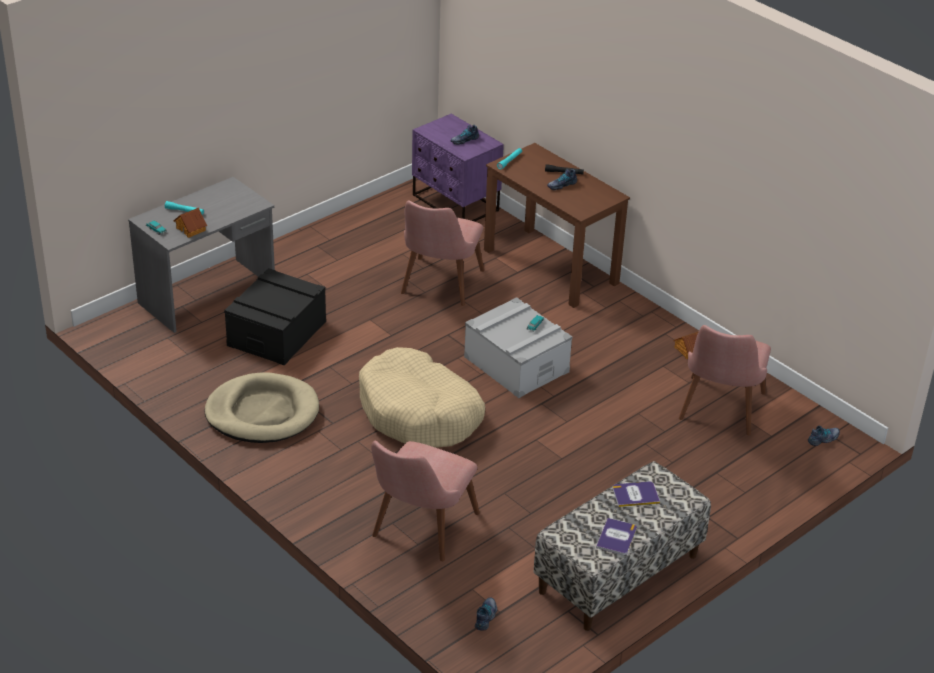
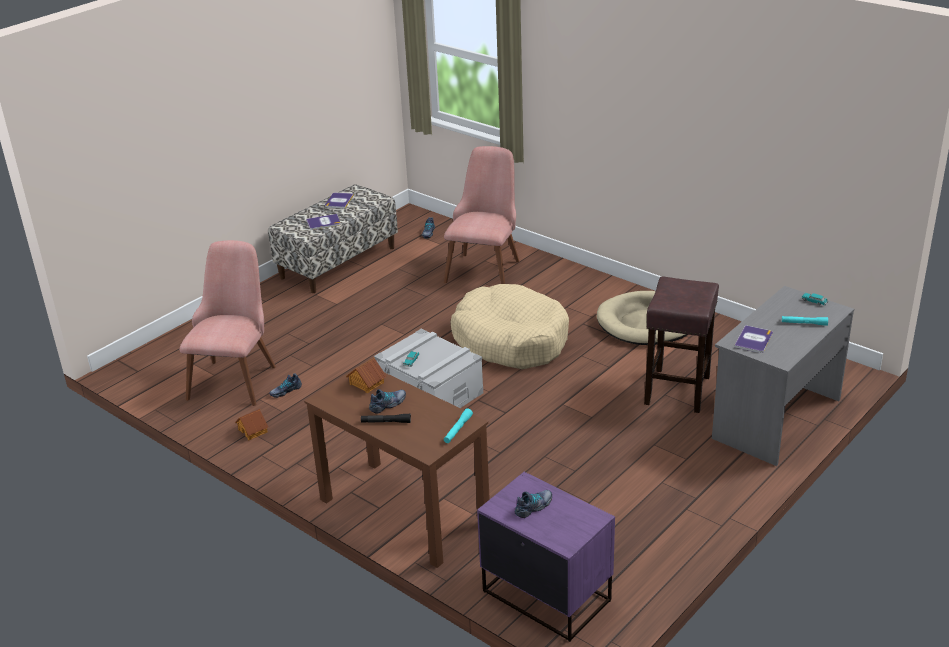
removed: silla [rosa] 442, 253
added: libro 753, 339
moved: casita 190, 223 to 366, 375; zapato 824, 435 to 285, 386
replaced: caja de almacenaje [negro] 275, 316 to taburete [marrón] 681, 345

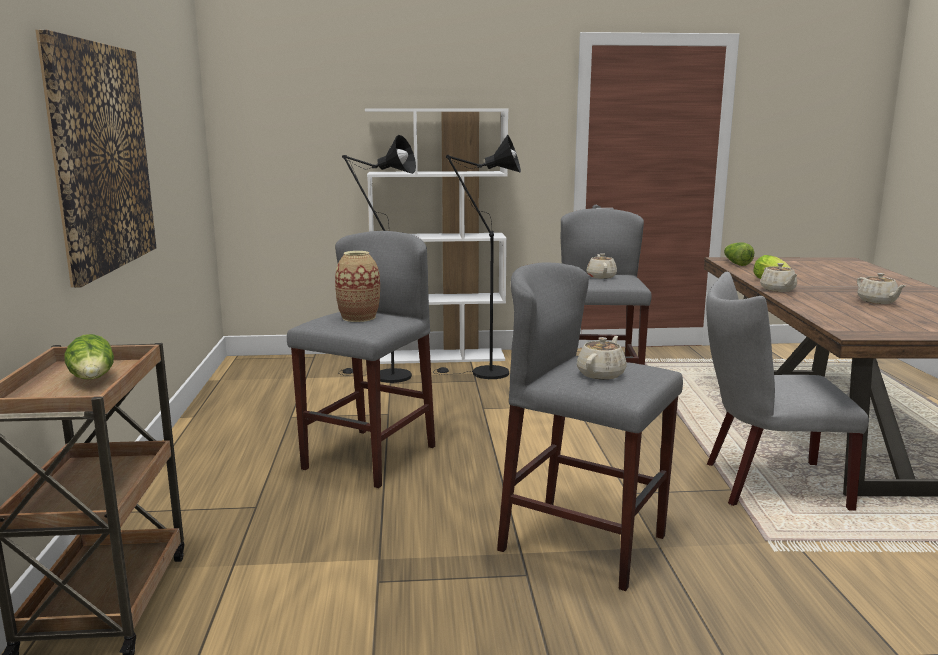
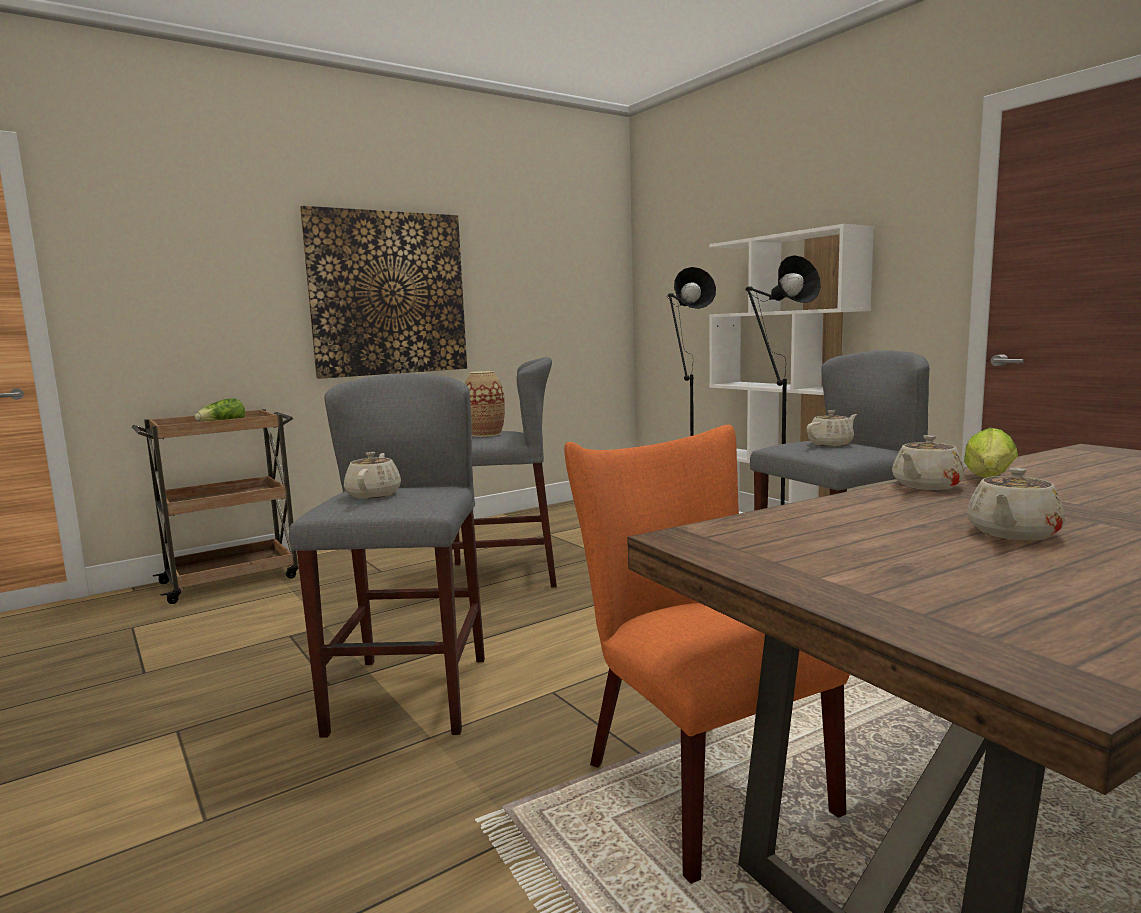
removed: lechuga 739, 254
recoloured: silla [gris] 787, 391 to silla [naranja] 707, 654
turned: tetera [beis] 602, 358 = 372, 475 90 degrees counterclockwise

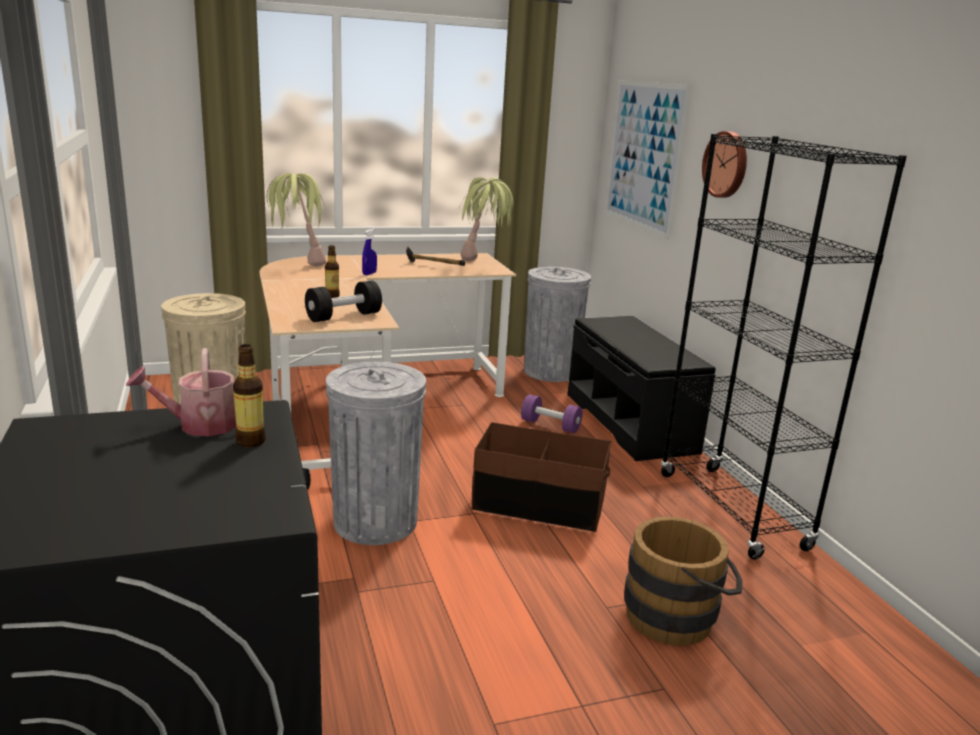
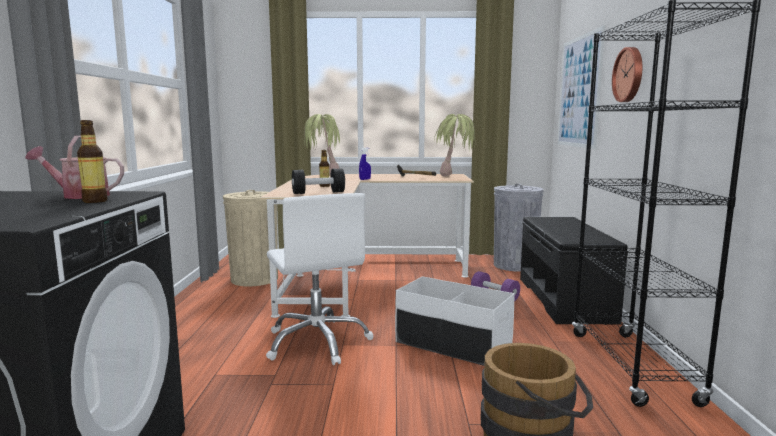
replaced: papelera [gris] 376, 453 to silla de oficina [blanco] 320, 279
recoloured: caja de almacenaje [marrón] 541, 477 to caja de almacenaje [blanco] 455, 321

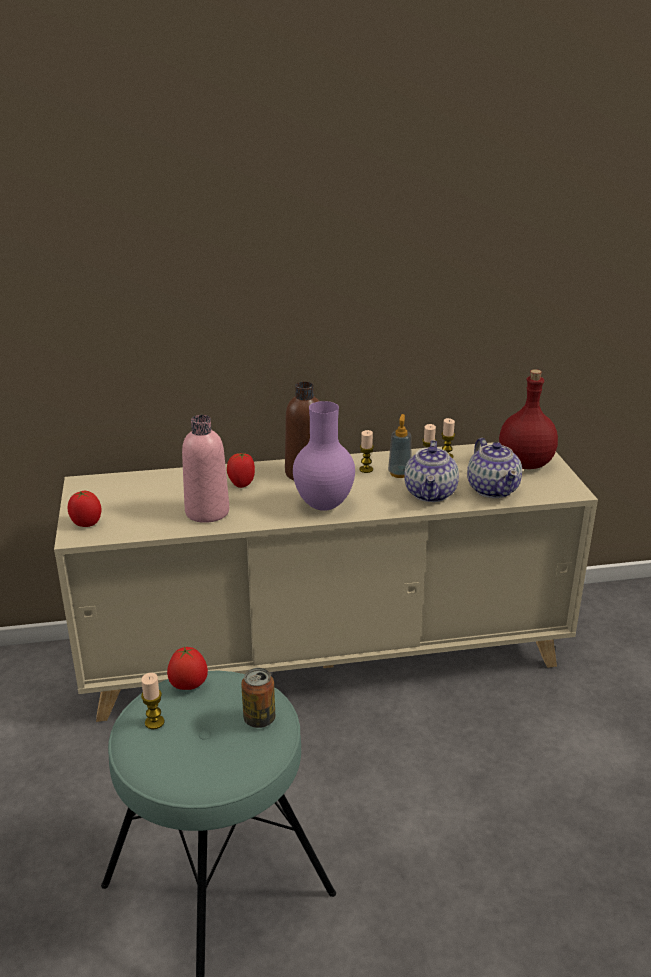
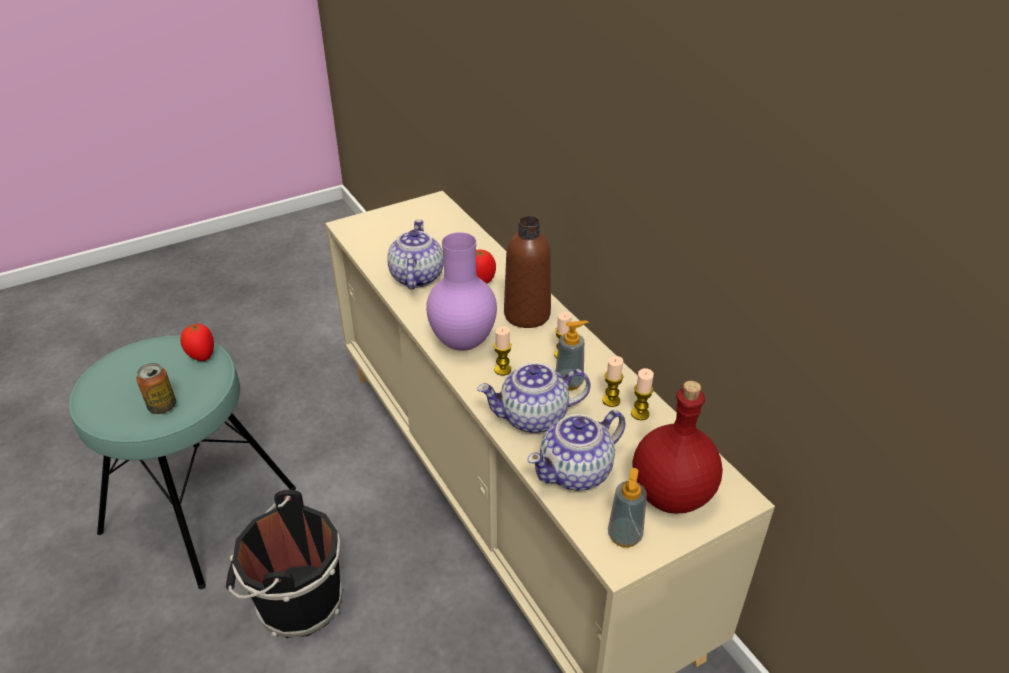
removed: tomate 85, 509
added: cubo [negro] 284, 564; dispensador de jabón 627, 508
moved: vela 153, 701 to 503, 351
replaced: botella [rosa] 205, 469 to tetera 415, 254

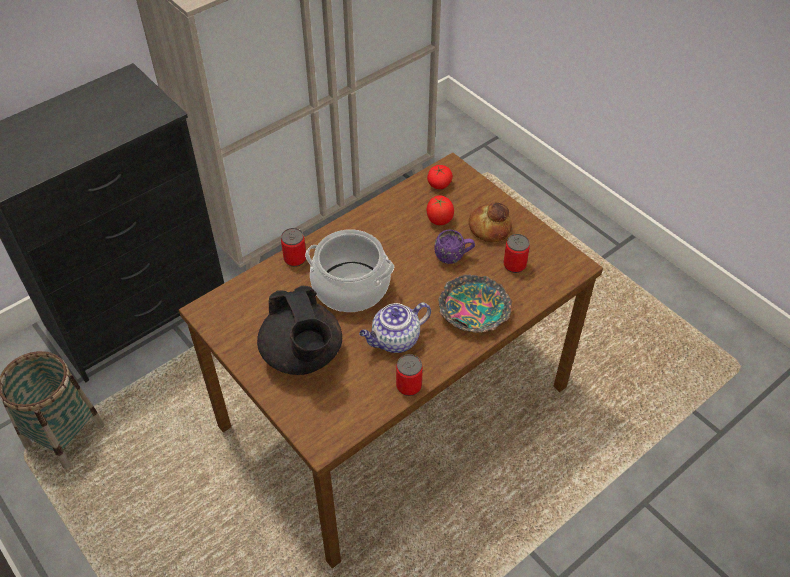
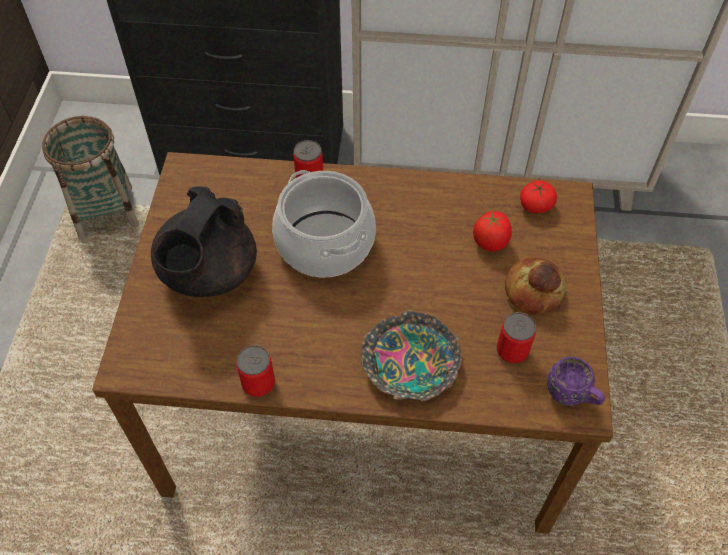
removed: tetera 395, 328
moved: taza grande [morado] 454, 246 to 576, 381

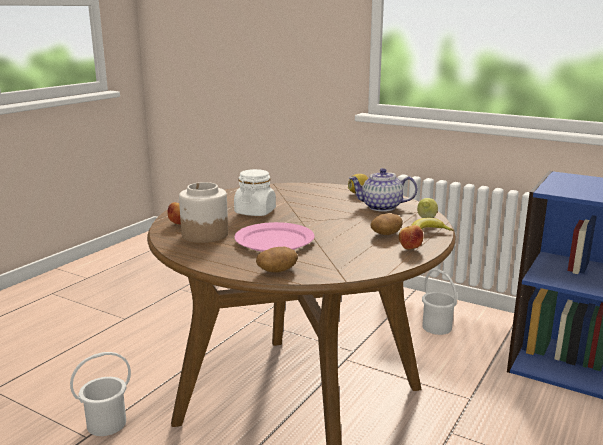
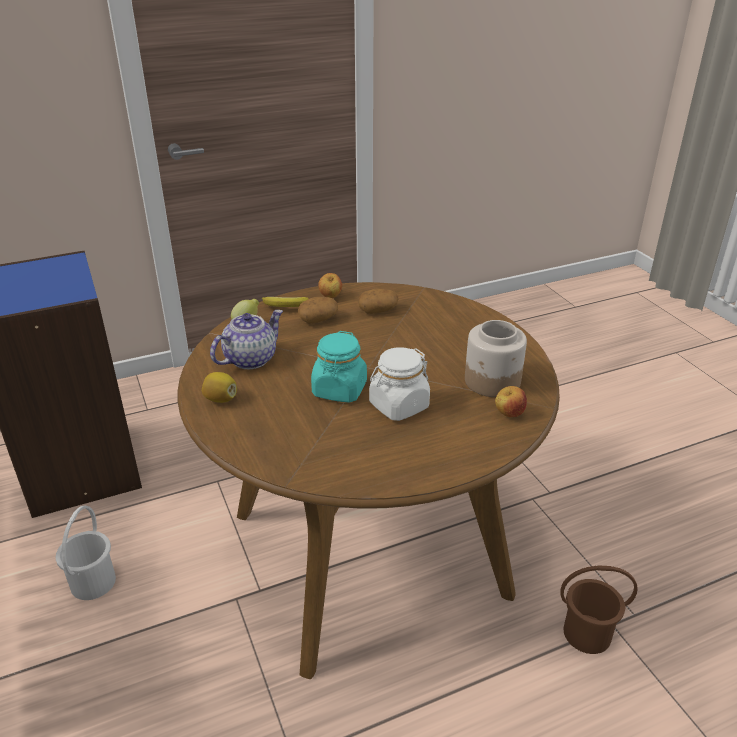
removed: plato [rosa] 274, 237
added: tarro [turquesa] 339, 367
moved: patata 277, 260 to 378, 301
recoloured: cubo [blanco] 100, 394 to cubo [marrón] 599, 609
turned: tetera 383, 190 = 246, 339 90 degrees counterclockwise

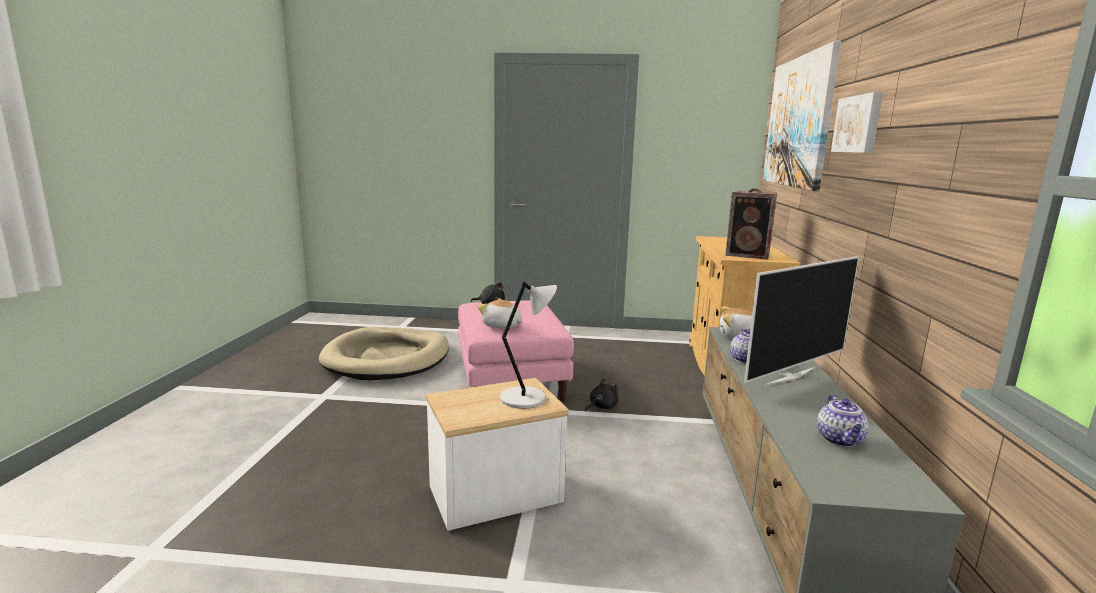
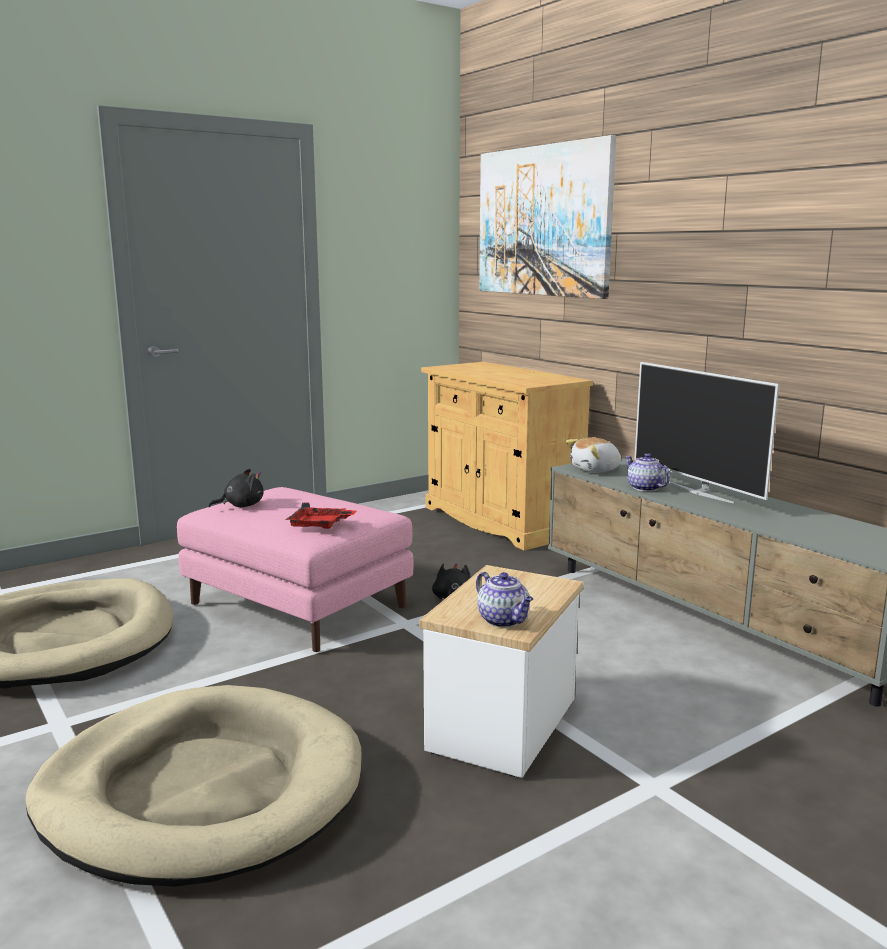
removed: lámpara de mesa [gris] 528, 345; altavoz 751, 224; cuadro 857, 122
added: cama para perro [beis] 193, 786
moved: tetera 842, 421 to 504, 599
replaced: peluche 500, 313 to bandeja [rojo] 321, 516
turned: televisor 801, 321 = 706, 433 135 degrees clockwise

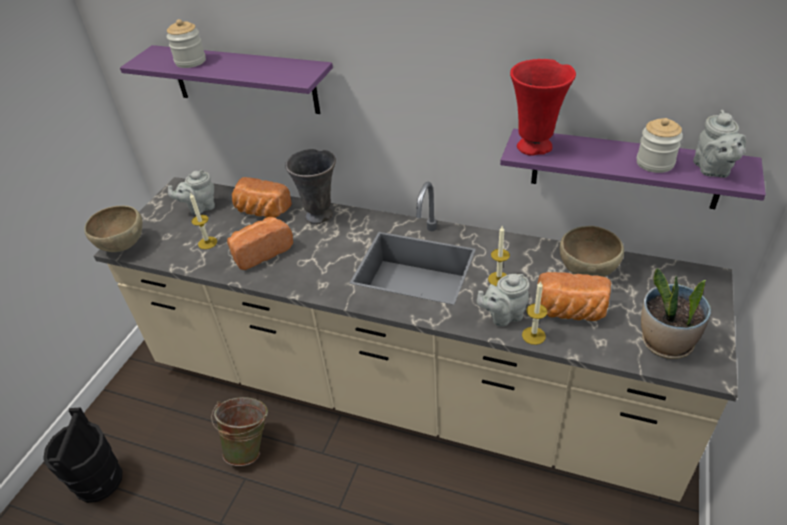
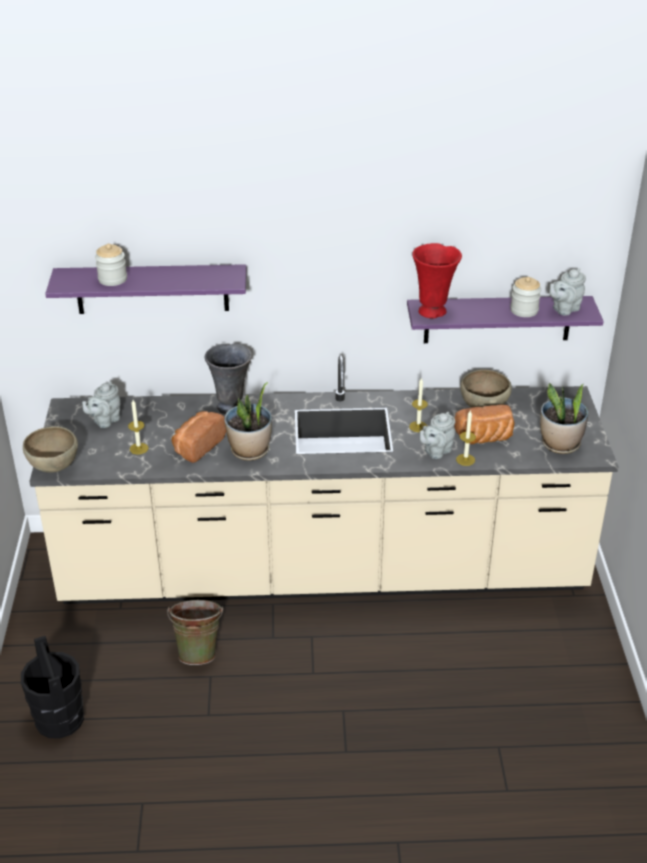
removed: pan 262, 197
added: planta en maceta 248, 421
turned: tetera [gris] 719, 144 = 567, 292 75 degrees clockwise

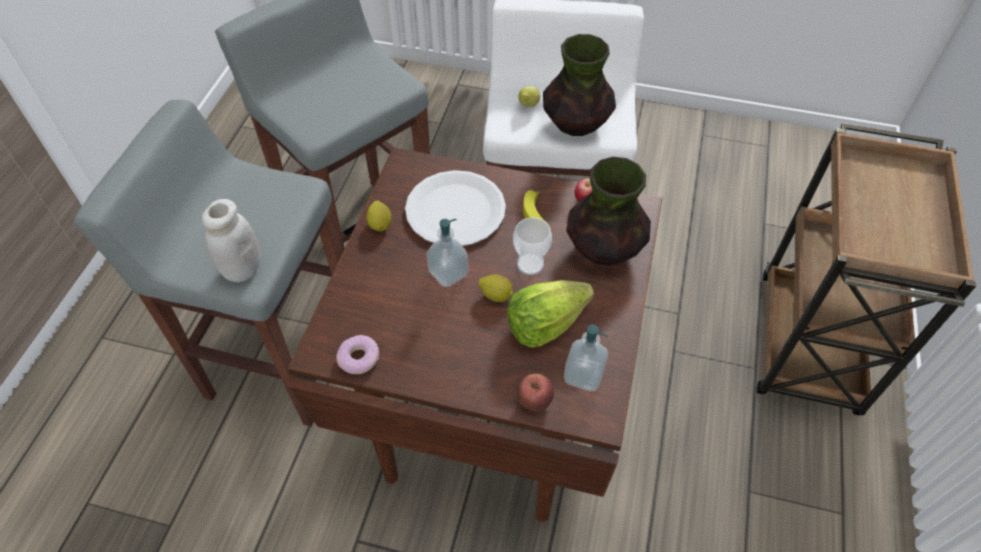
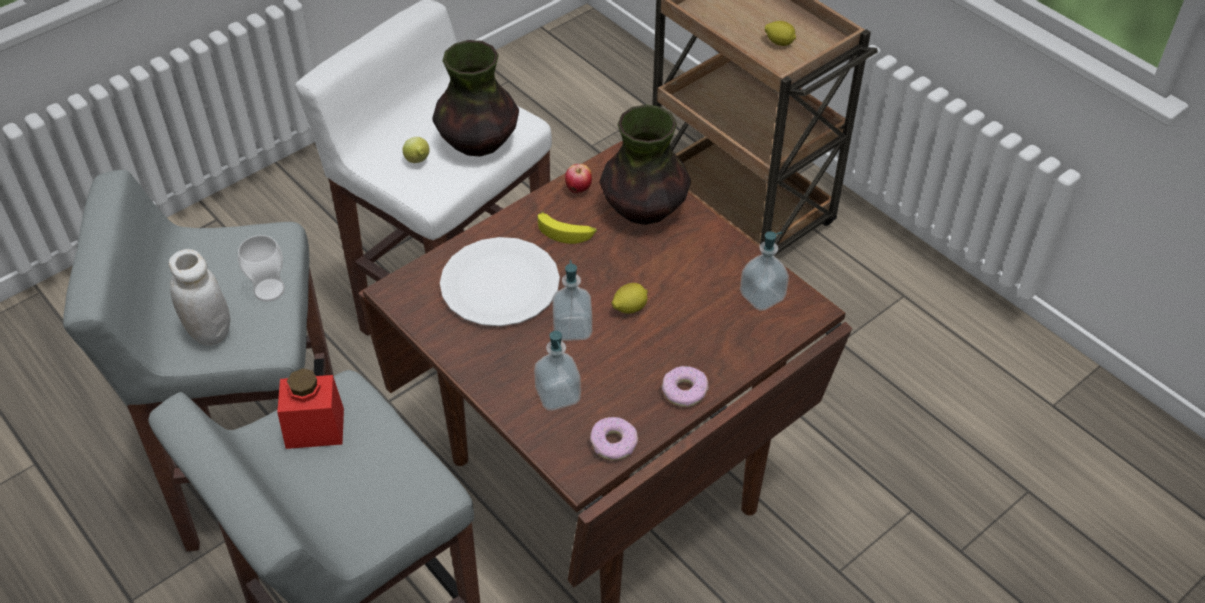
removed: lechuga 550, 314; manzana 535, 392
added: tarro [rojo] 310, 408; dispensador de jabón 557, 371; rosquilla 685, 386
moved: tarro [blanco] 231, 240 to 199, 297; limón 379, 215 to 780, 33; taza 532, 246 to 261, 268

